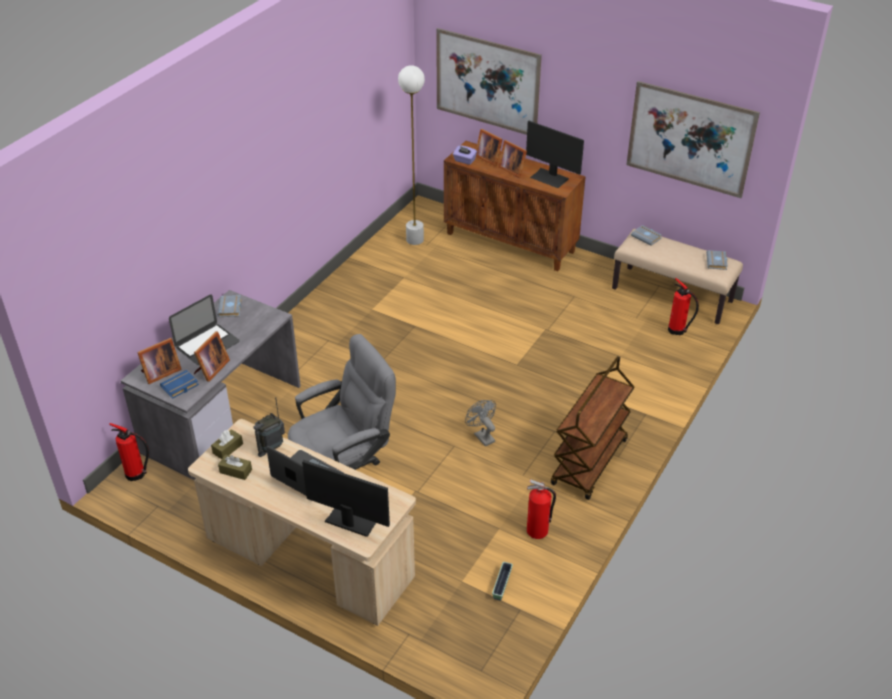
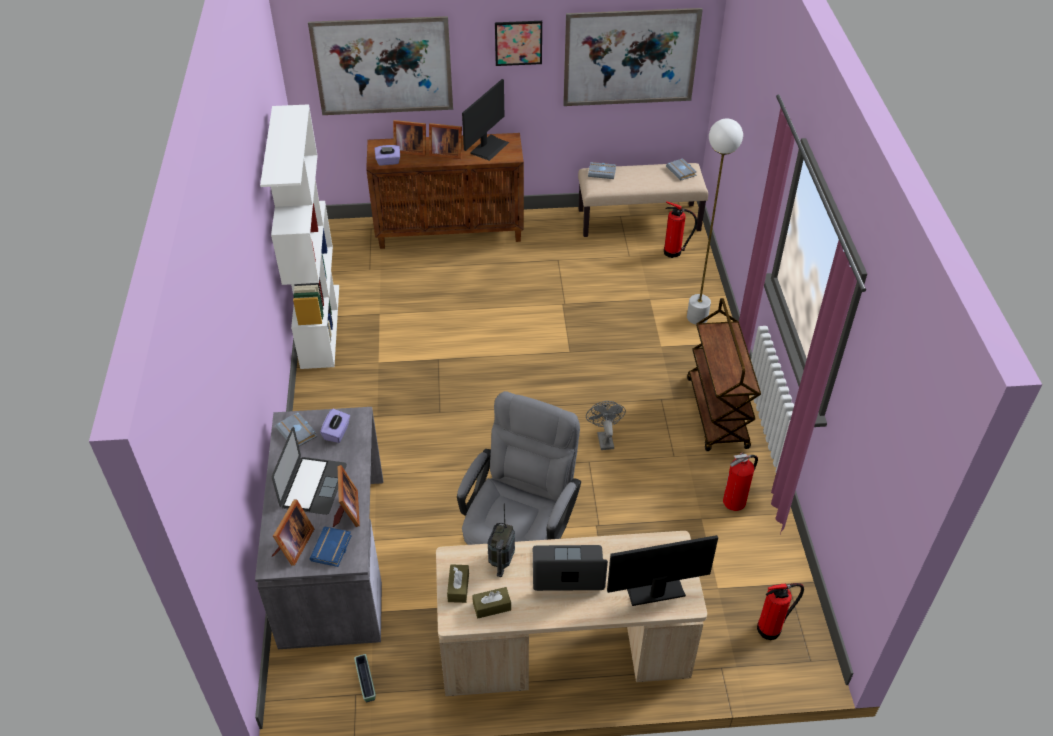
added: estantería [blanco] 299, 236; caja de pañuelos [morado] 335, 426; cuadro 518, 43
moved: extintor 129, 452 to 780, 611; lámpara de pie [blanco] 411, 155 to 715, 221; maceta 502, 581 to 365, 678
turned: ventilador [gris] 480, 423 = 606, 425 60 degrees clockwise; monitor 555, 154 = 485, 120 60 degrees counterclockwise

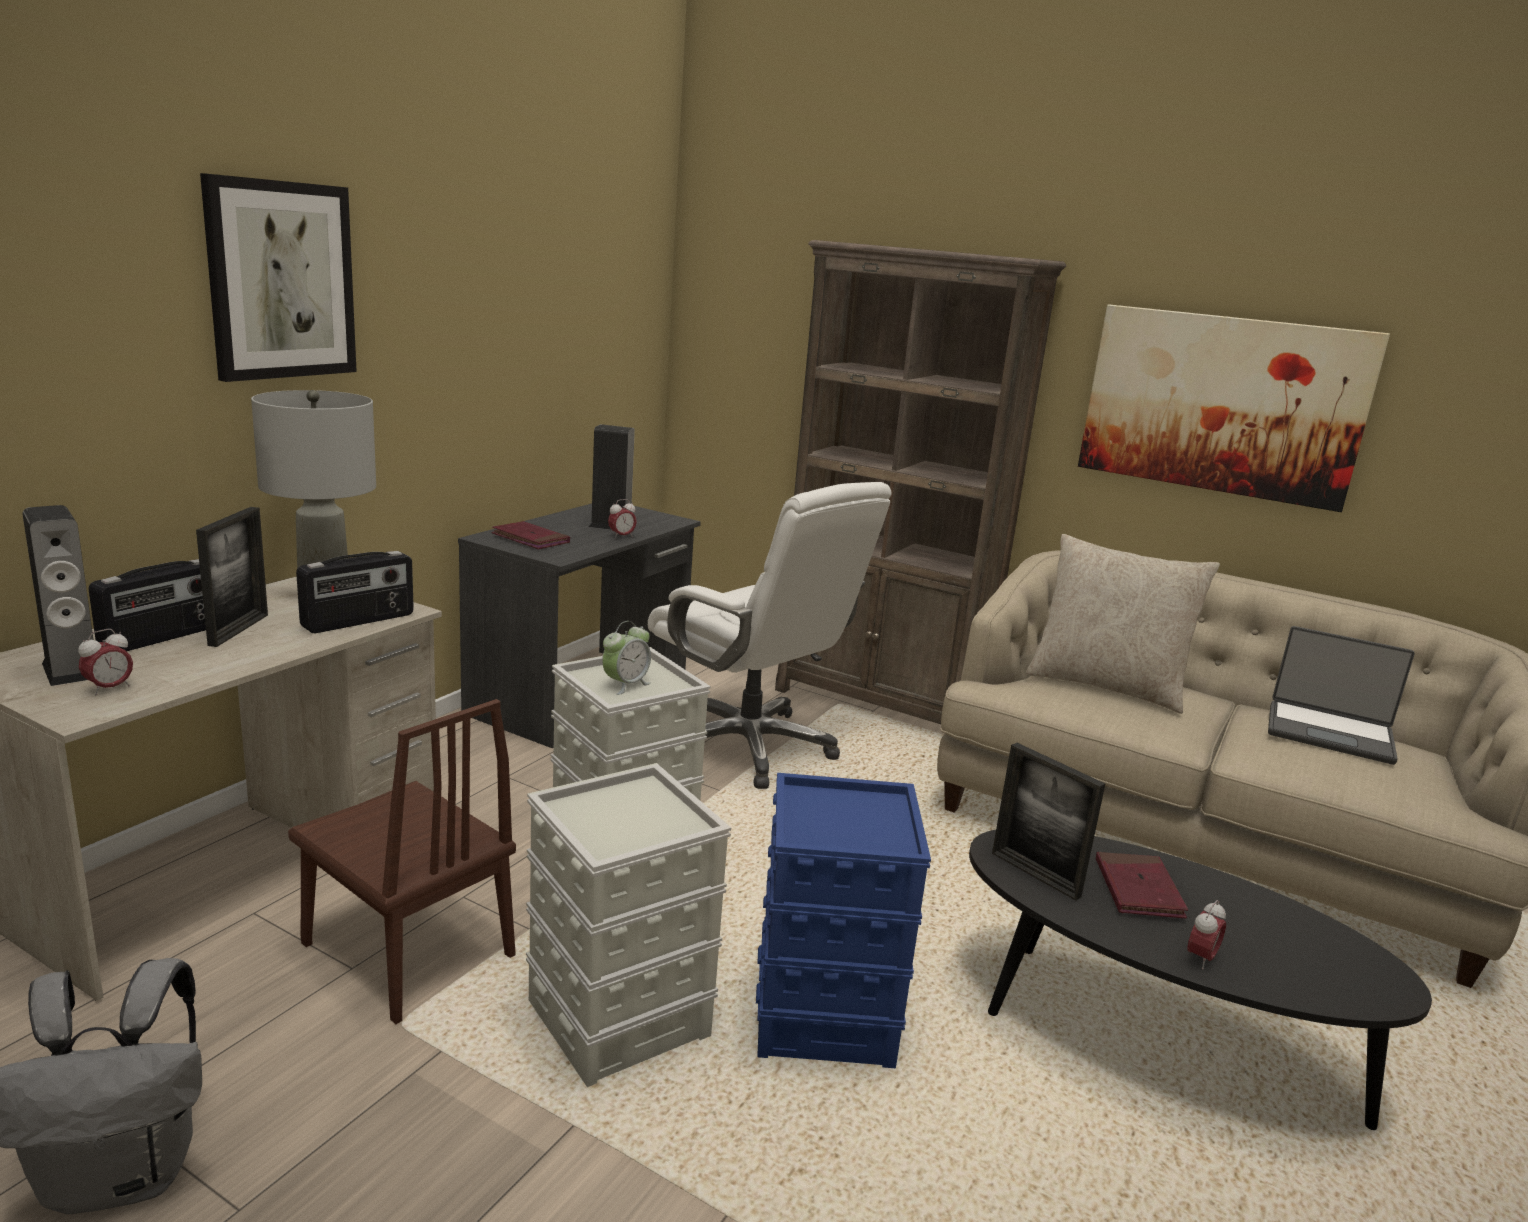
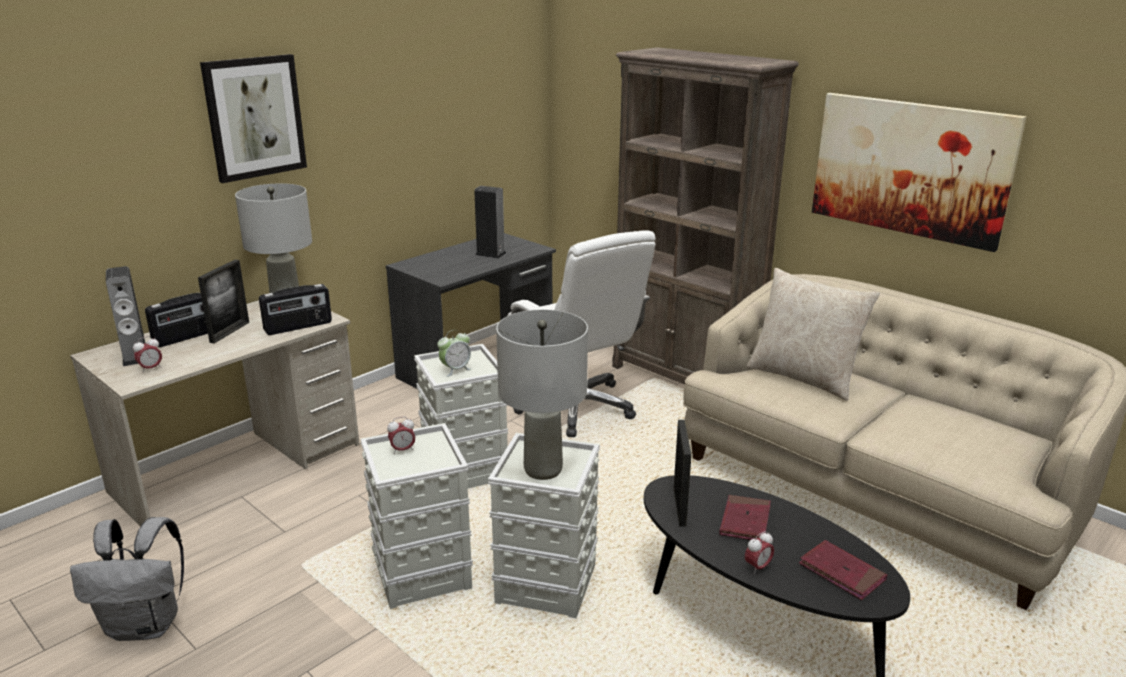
removed: silla [marrón] 402, 861; portátil 1341, 695
added: lámpara de mesa [gris] 542, 395
moved: libro [rojo] 531, 535 to 843, 570; despertador 622, 519 to 401, 435
recoloured: caja de almacenaje [azul] 843, 920 to caja de almacenaje [gris] 544, 525
turned: portarretratos 1048, 822 = 683, 473 150 degrees counterclockwise

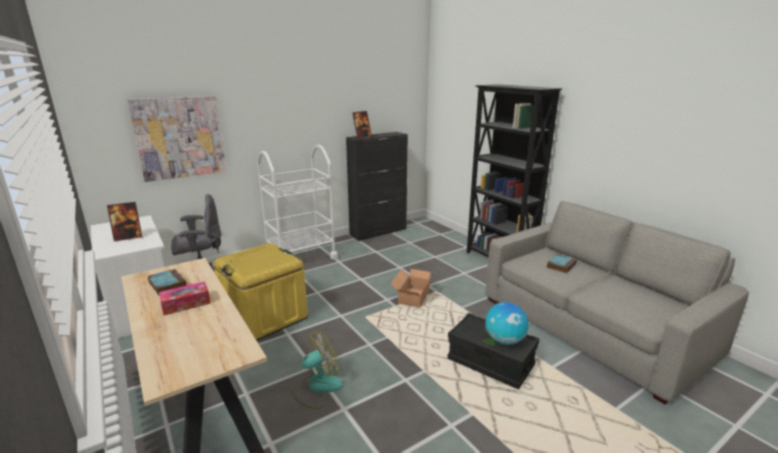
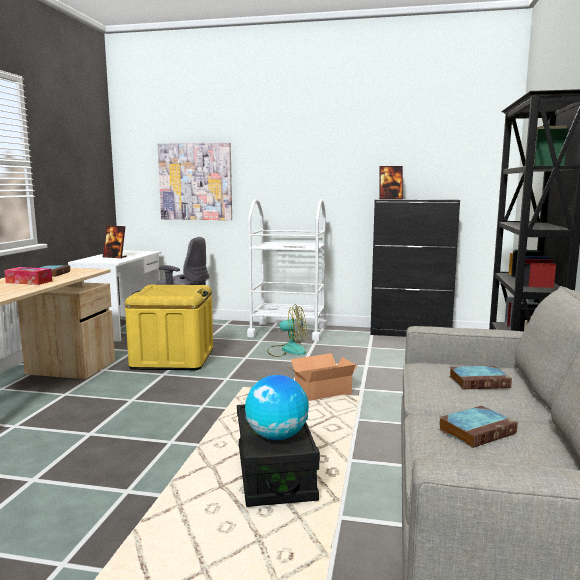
added: libro 478, 427
moved: ventilador 317, 370 to 287, 331

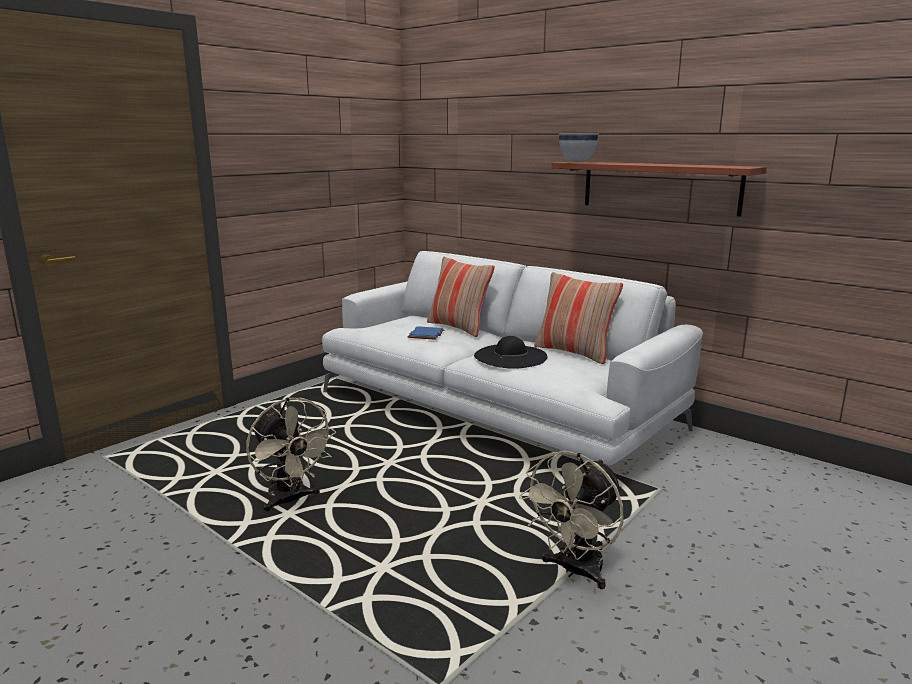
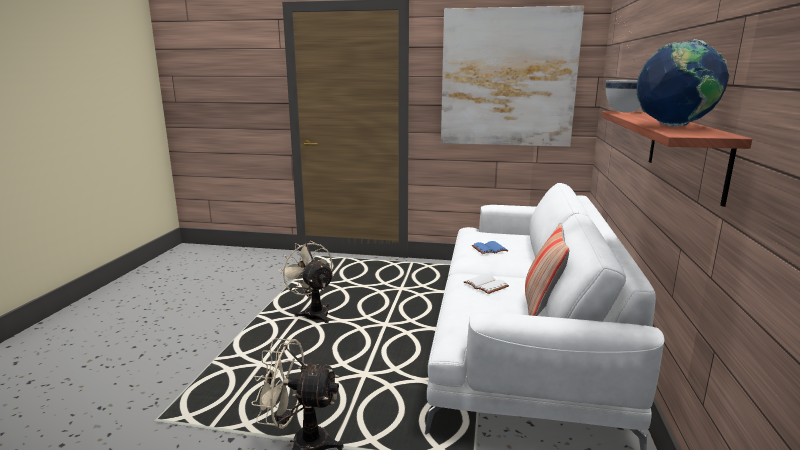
removed: cojín 461, 297
added: cuadro 512, 76; globo terráqueo 683, 83
replaced: sombrero [negro] 511, 352 to libro [blanco] 486, 284
turned: ventilador [beis] 291, 454 = 306, 282 120 degrees clockwise

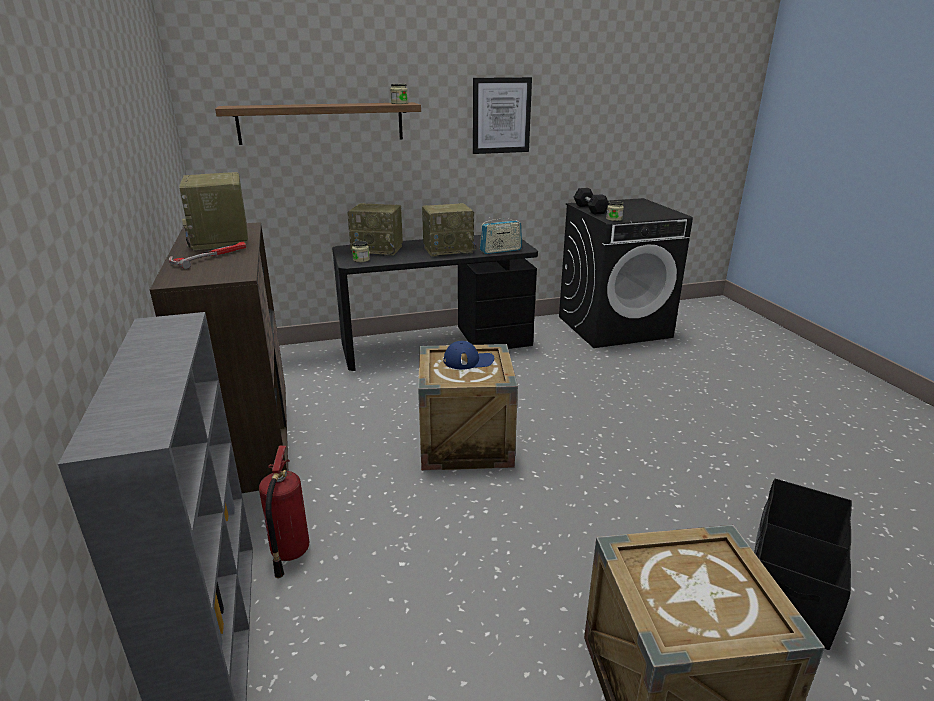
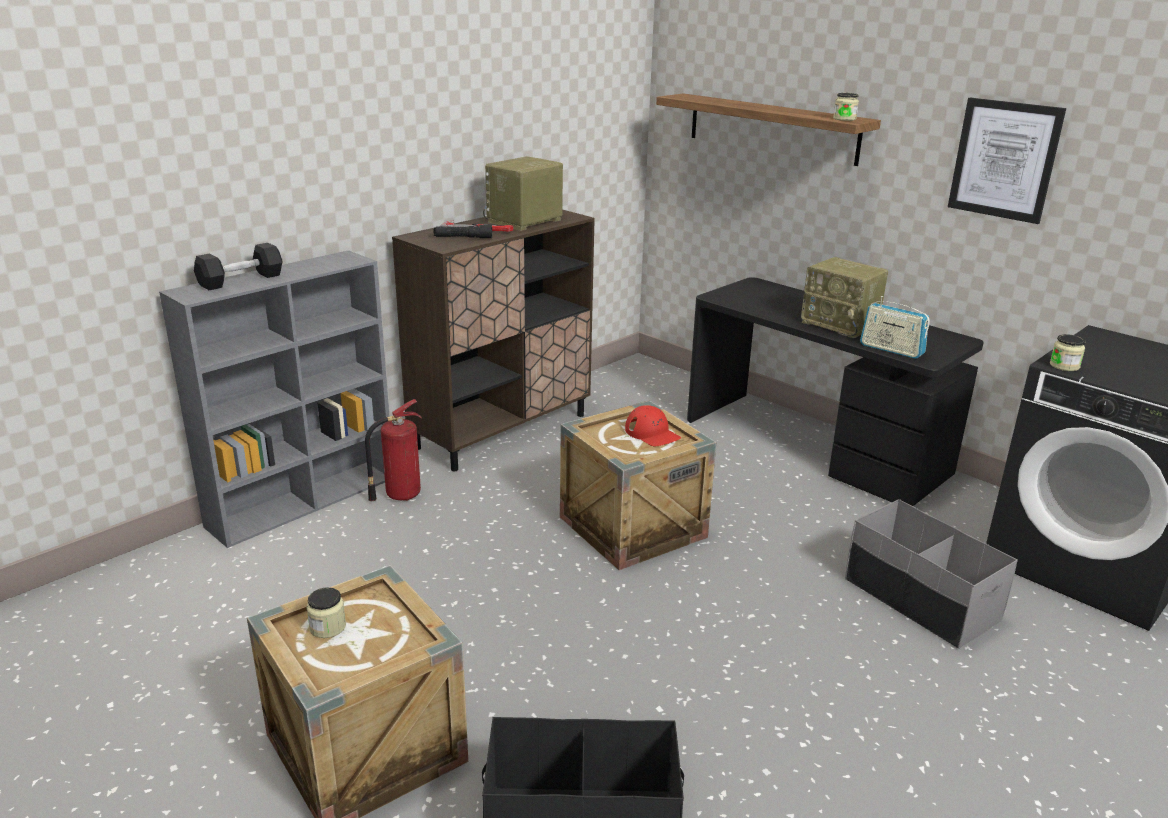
removed: radio 375, 229
added: linterna [negro] 463, 231; caja de almacenaje [gris] 931, 574
moved: tarro 361, 251 to 326, 612; mancuerna [negro] 591, 201 to 238, 266
recoloured: gorra [azul] 468, 355 to gorra [rojo] 653, 425

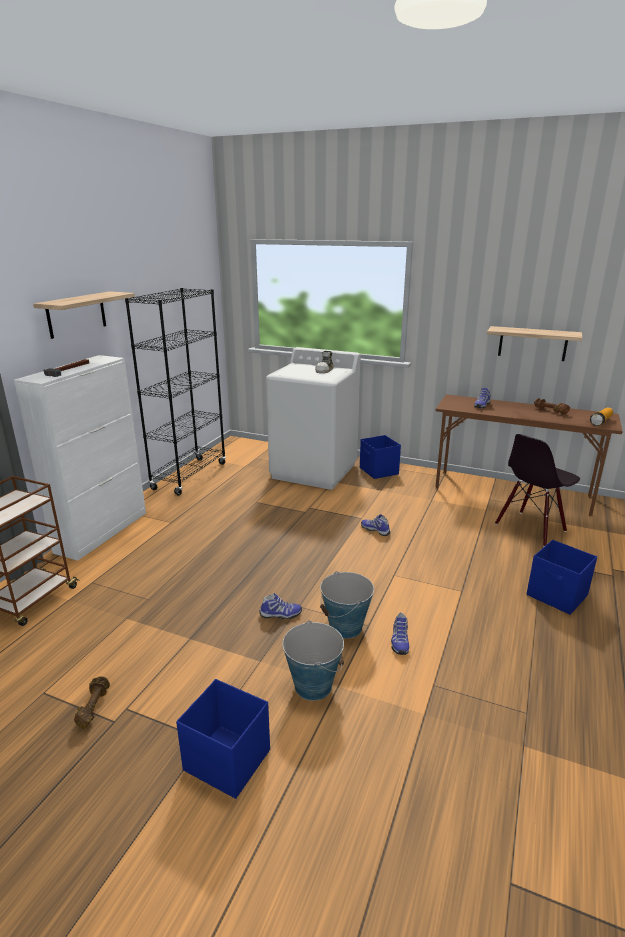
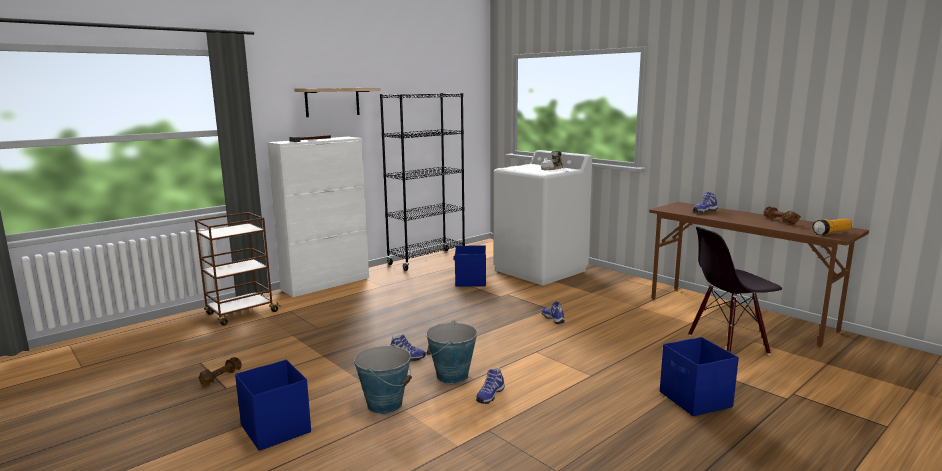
removed: estante 534, 343
moved: caja de almacenaje [azul] 380, 457 to 470, 266

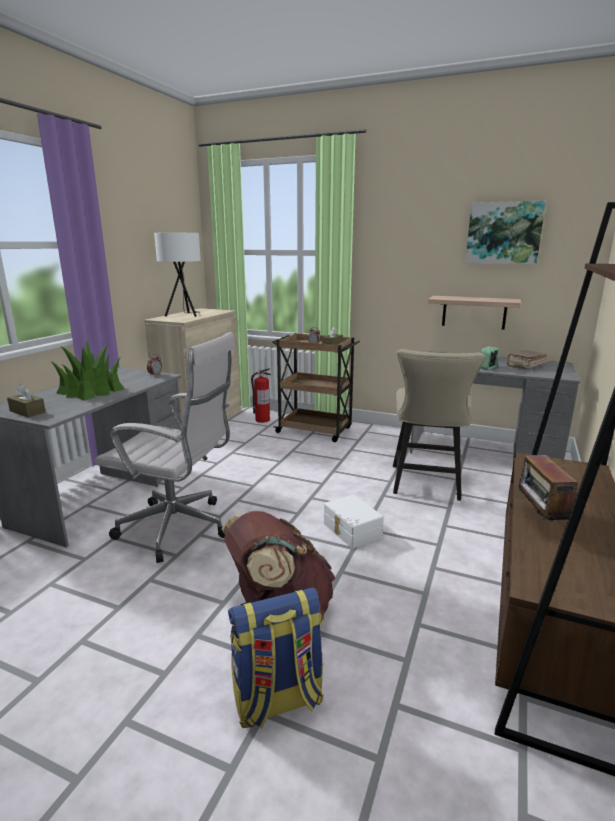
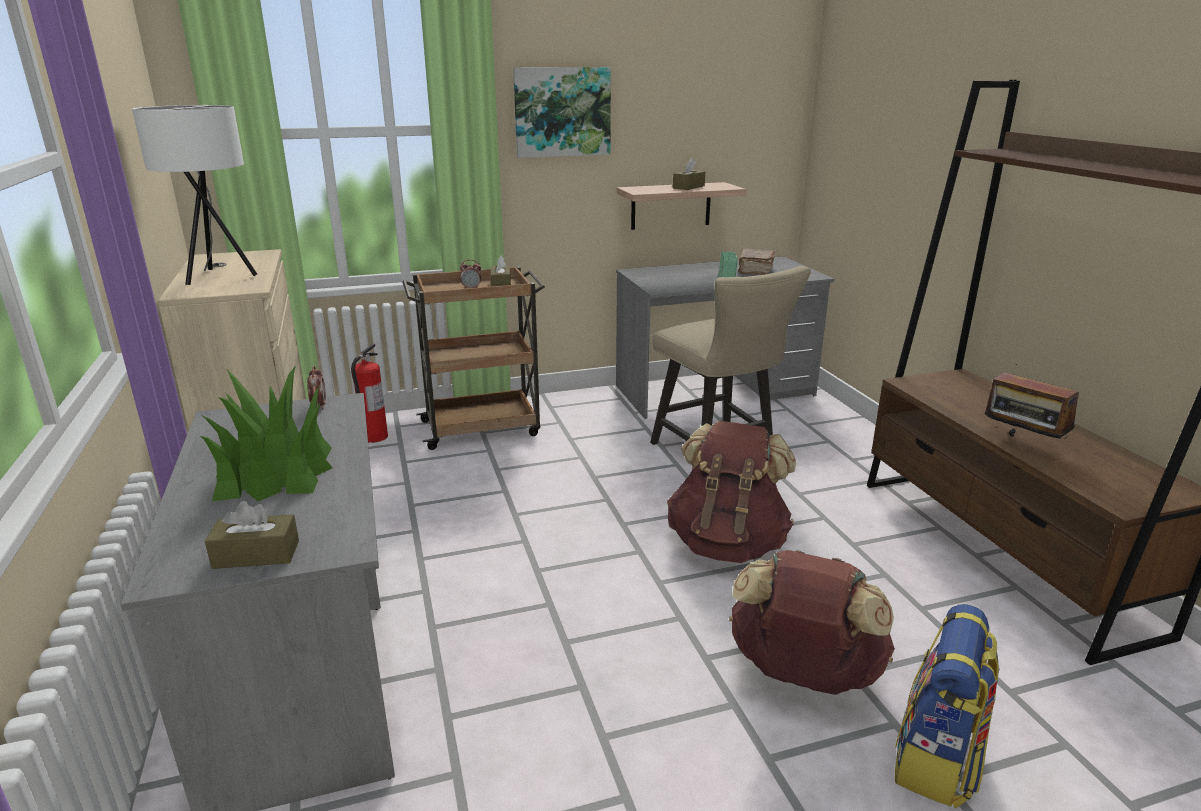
removed: silla de oficina [blanco] 165, 447
added: caja de pañuelos [marrón] 689, 174
moved: cuadro 505, 232 to 562, 112
replaced: caja de almacenaje [blanco] 354, 522 to mochila [marrón] 731, 492

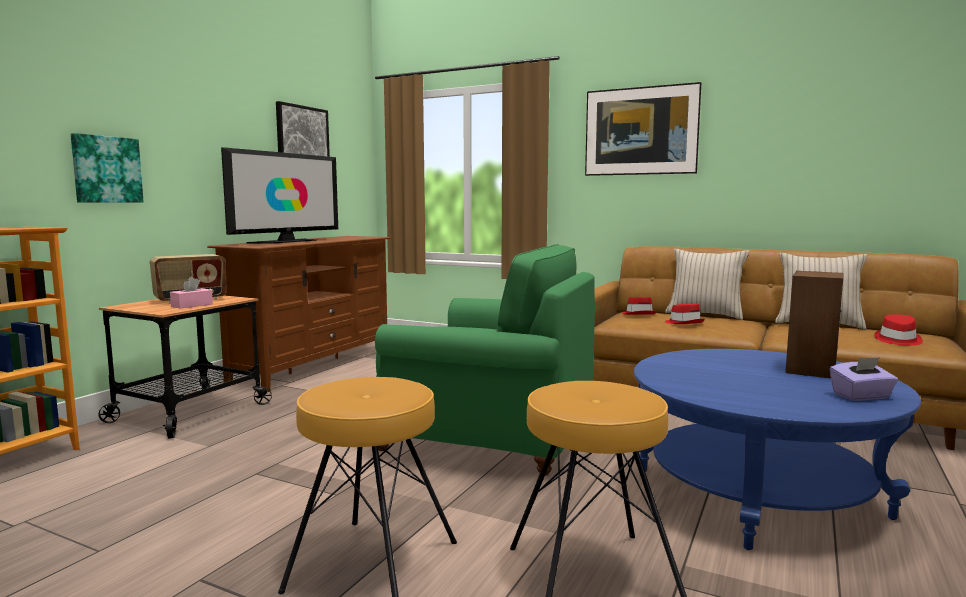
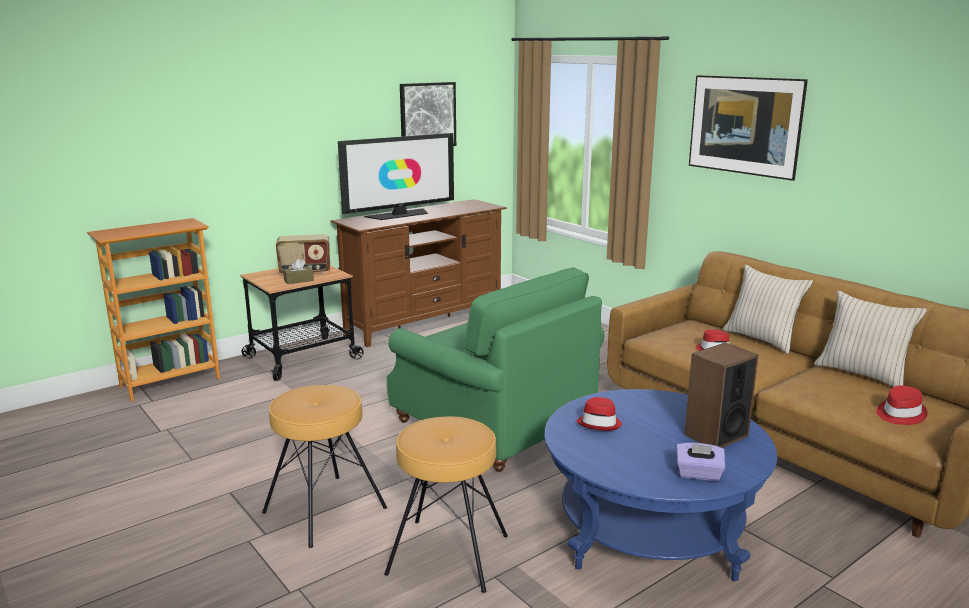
removed: cuadro 107, 168
moved: sombrero [rojo] 639, 306 to 599, 414
recoloured: caja de pañuelos [rosa] 191, 293 to caja de pañuelos [marrón] 298, 271

